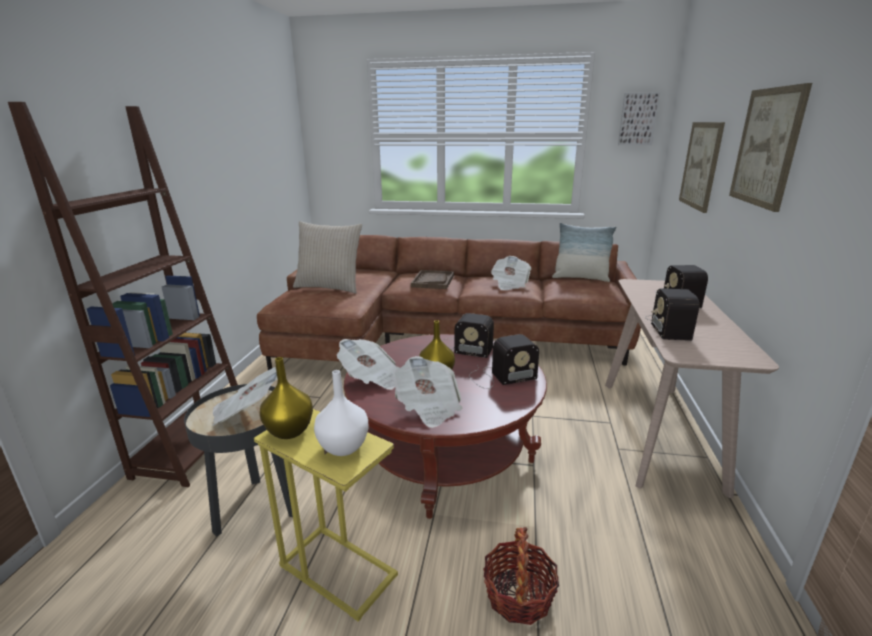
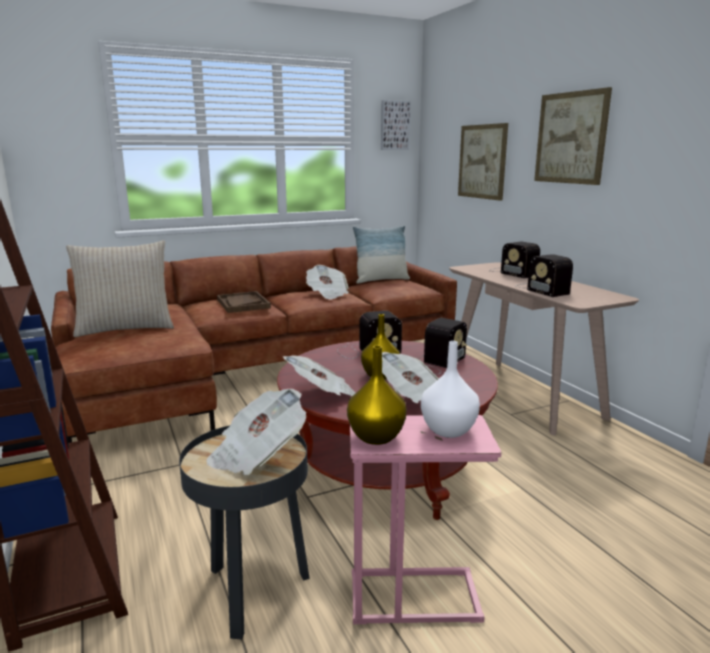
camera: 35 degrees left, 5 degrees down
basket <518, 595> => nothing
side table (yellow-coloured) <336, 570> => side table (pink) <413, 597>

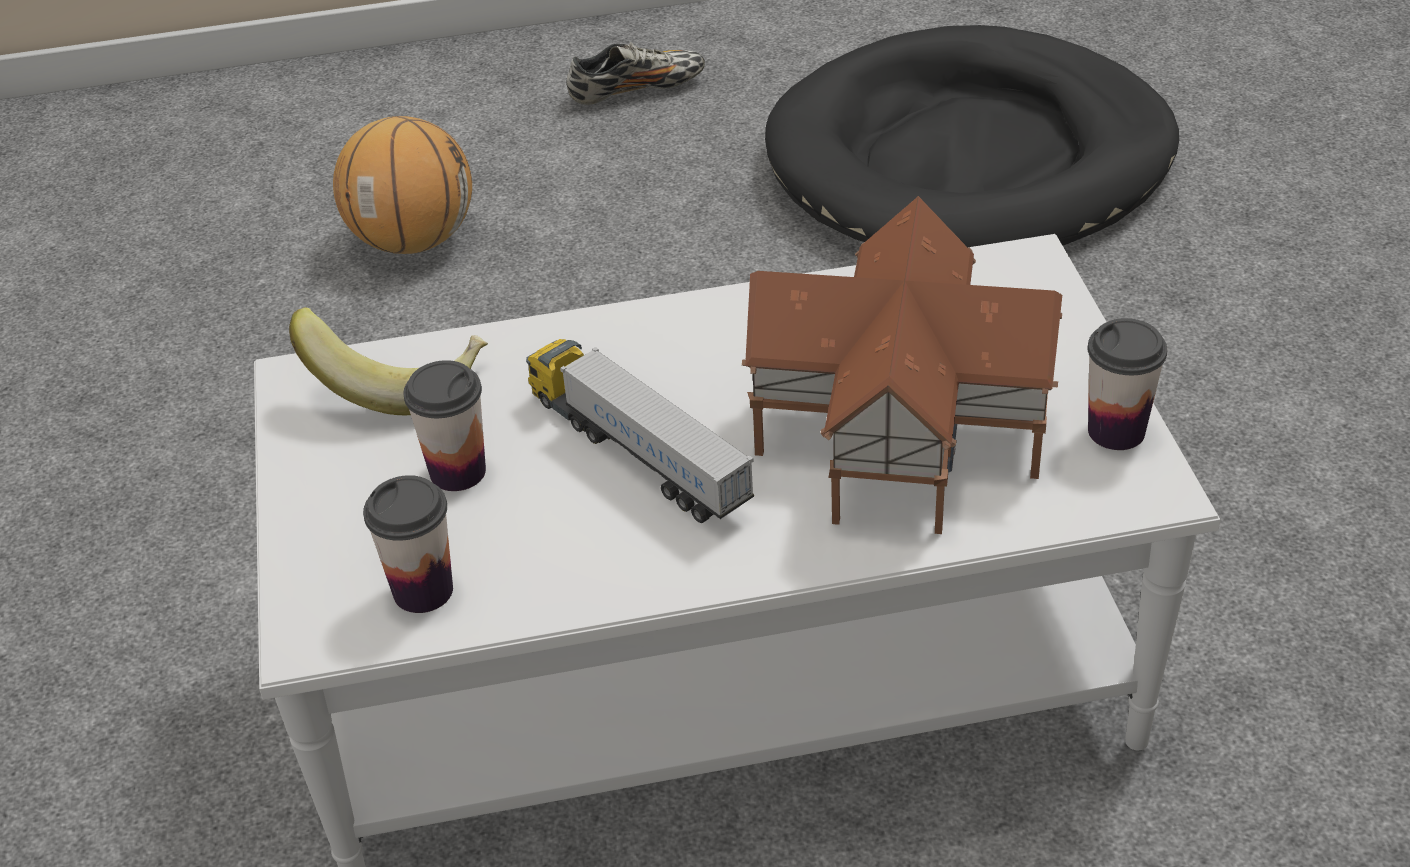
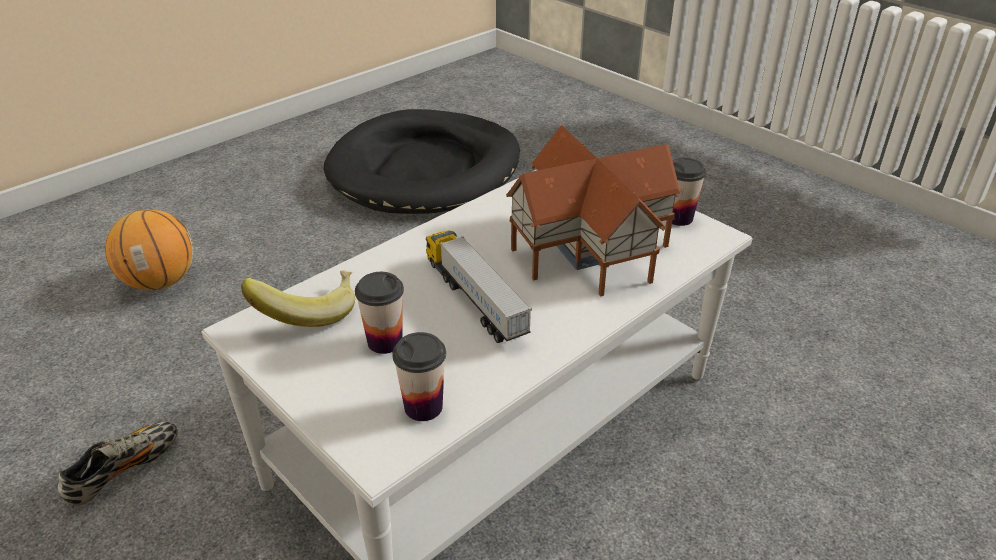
camera: 35 degrees left, 5 degrees down
shoe <637, 90> => shoe <124, 471>, moved
toy lorry <637, 454> => toy lorry <474, 299>, 45 degrees clockwise

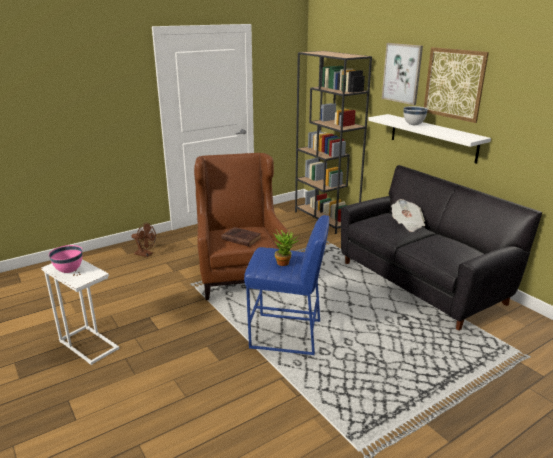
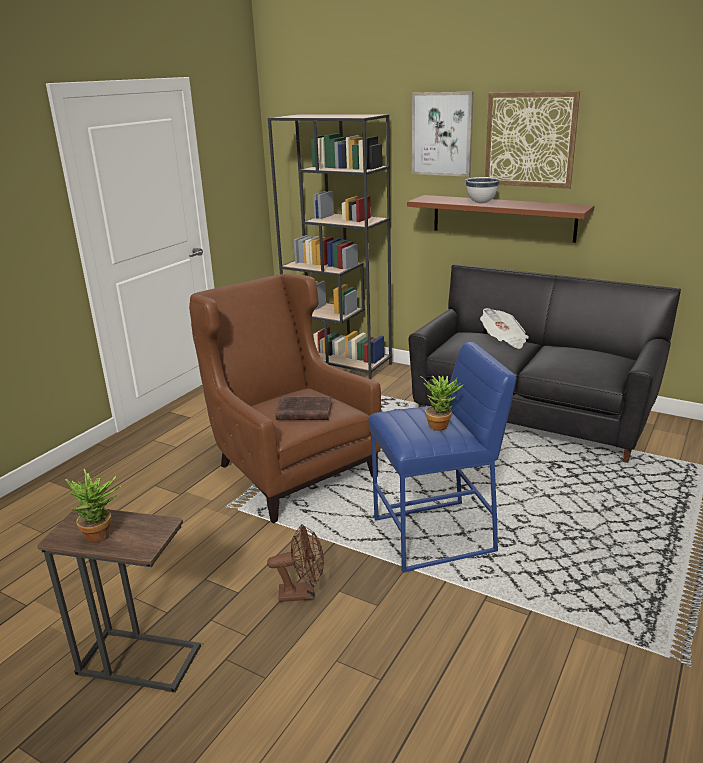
camera: 25 degrees left, 0 degrees up
cooling fan (brown-coloured) <146, 254> => cooling fan (brown-coloured) <303, 593>, moved
deep dish (pink) <69, 271> => houseplant <103, 535>
side table (white) <88, 345> => side table (brown-coloured) <138, 661>
bracket shelf (white) <432, 137> => bracket shelf (brown-coloured) <503, 218>

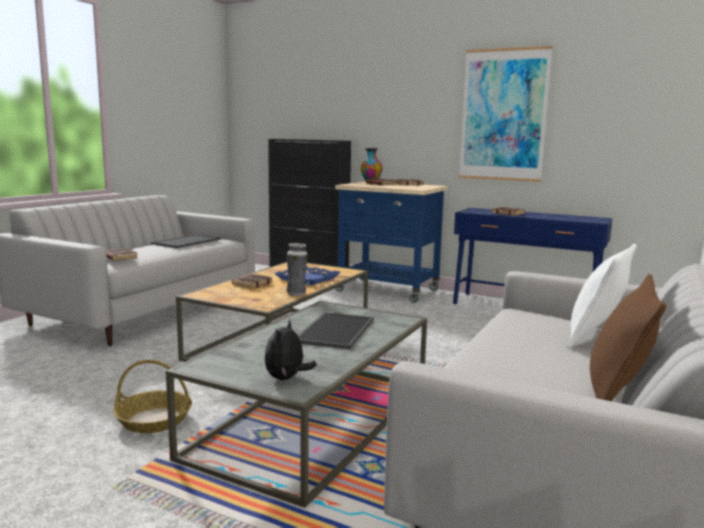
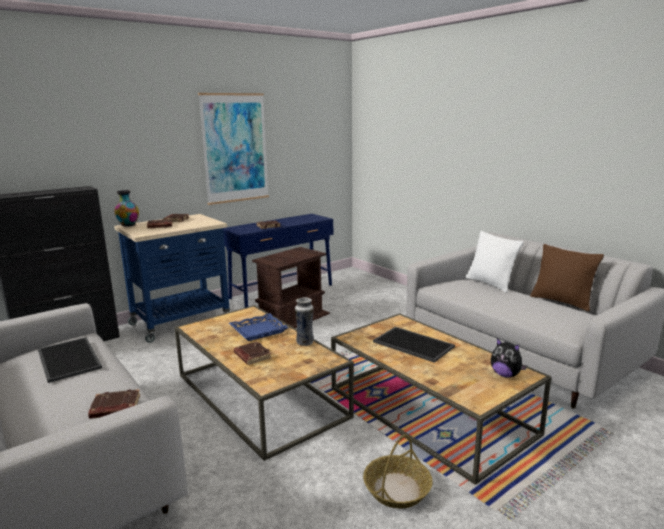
camera: 65 degrees left, 5 degrees up
nothing => side table (brown-coloured) <291, 318>
lounge table (gray) <314, 421> => lounge table (brown-coloured) <429, 411>

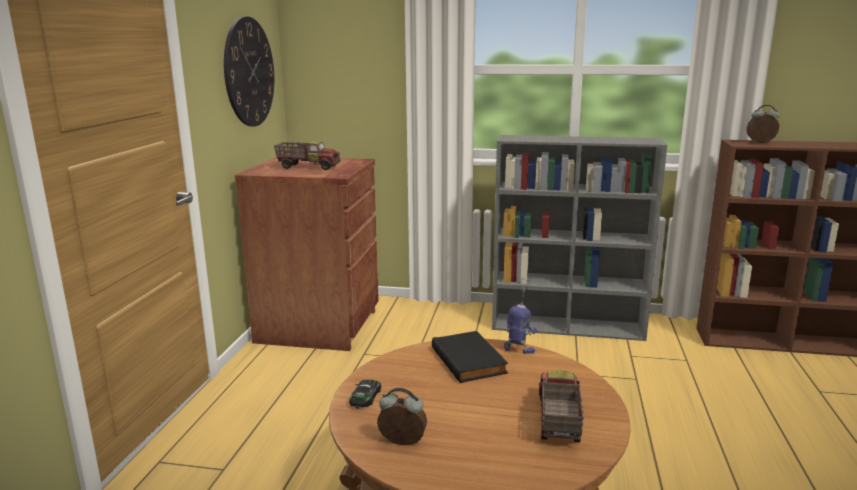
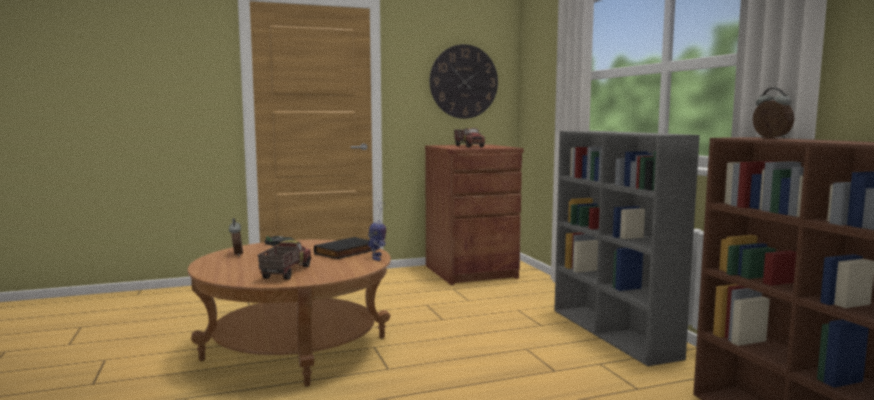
camera: 60 degrees right, 10 degrees down
toy lorry <558, 420> => toy lorry <285, 273>, 60 degrees counterclockwise

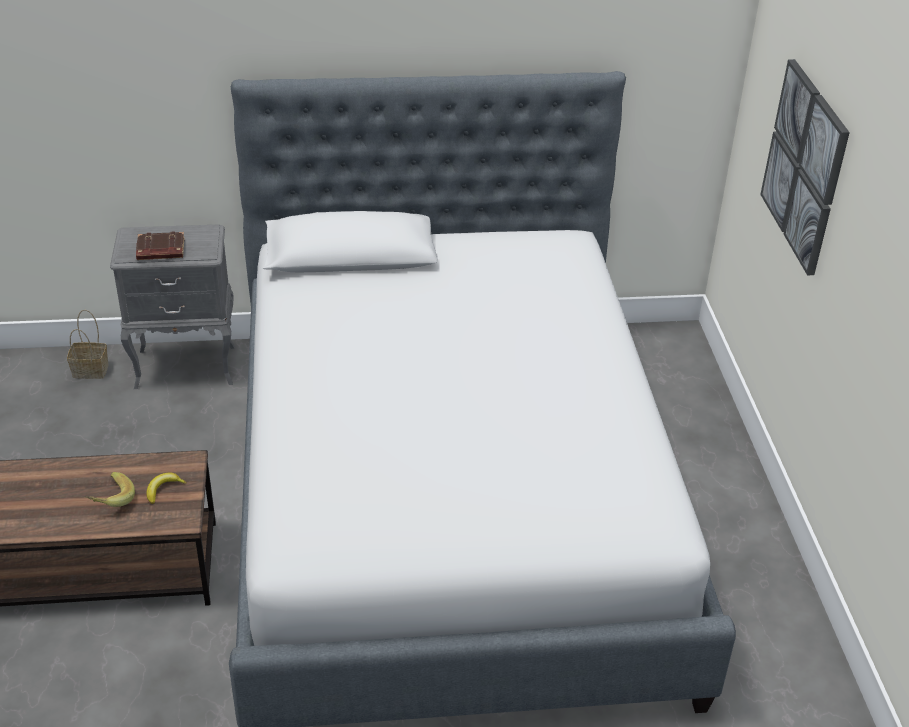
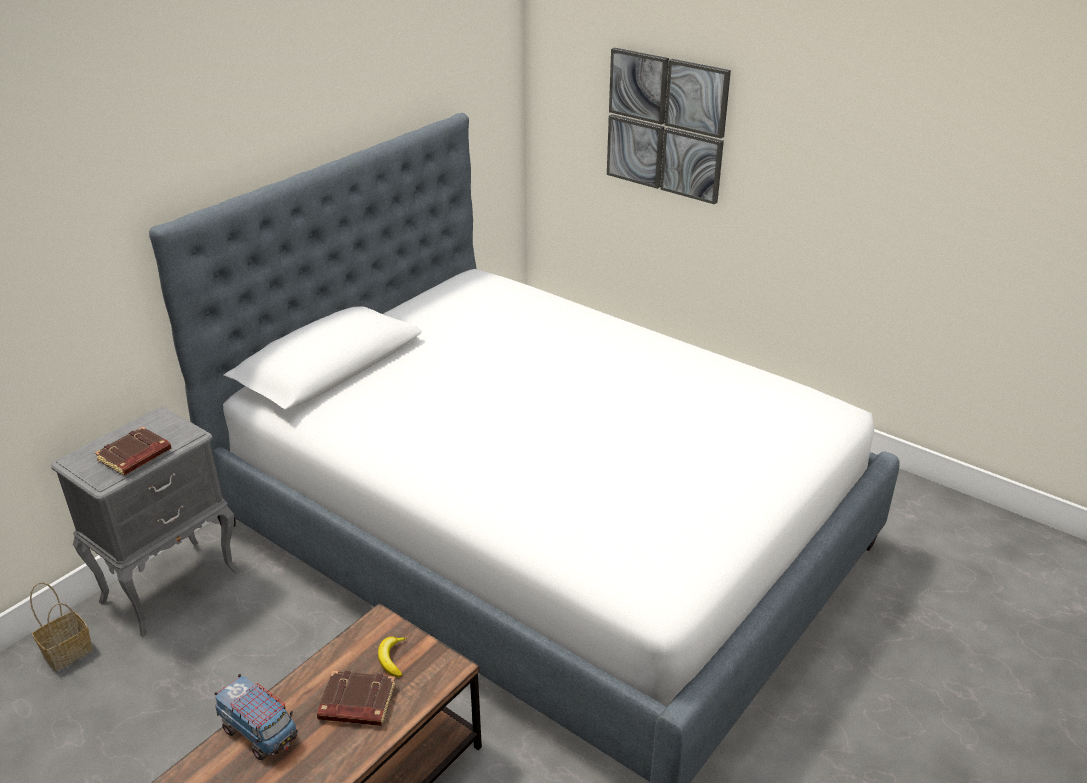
camera: 45 degrees left, 5 degrees down
nothing => toy lorry <260, 733>
banana fruit <109, 500> => book (brown-coloured) <356, 704>

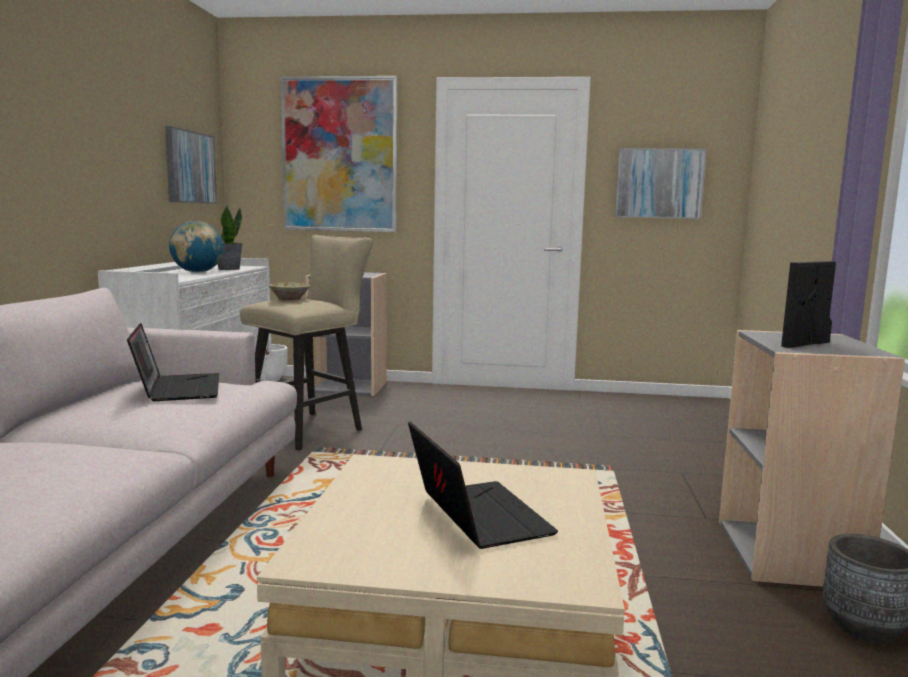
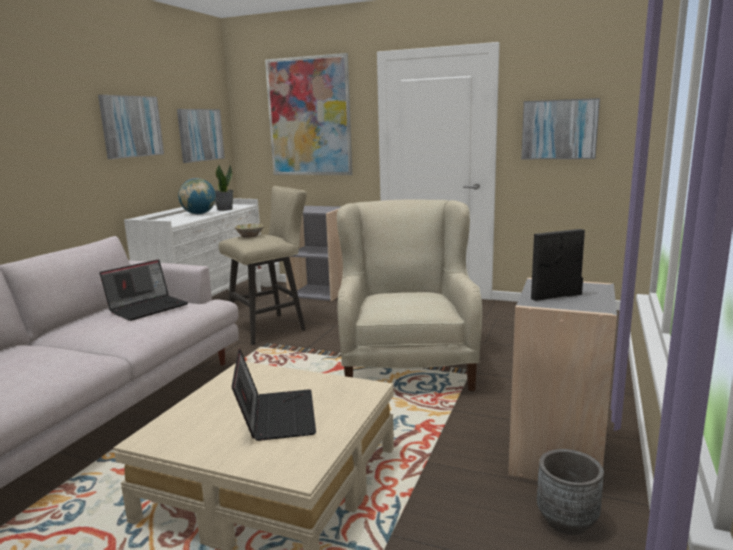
camera: 15 degrees right, 5 degrees up
nothing => picture <131, 126>
nothing => lounge chair (beige-coloured) <406, 364>
portable computer <177, 388> => portable computer <148, 307>, 45 degrees clockwise

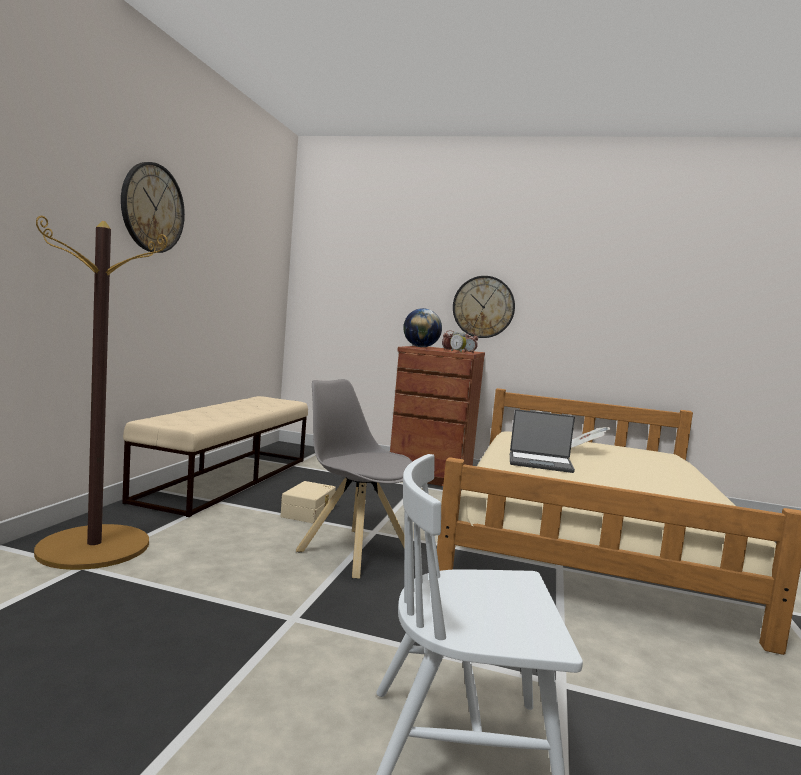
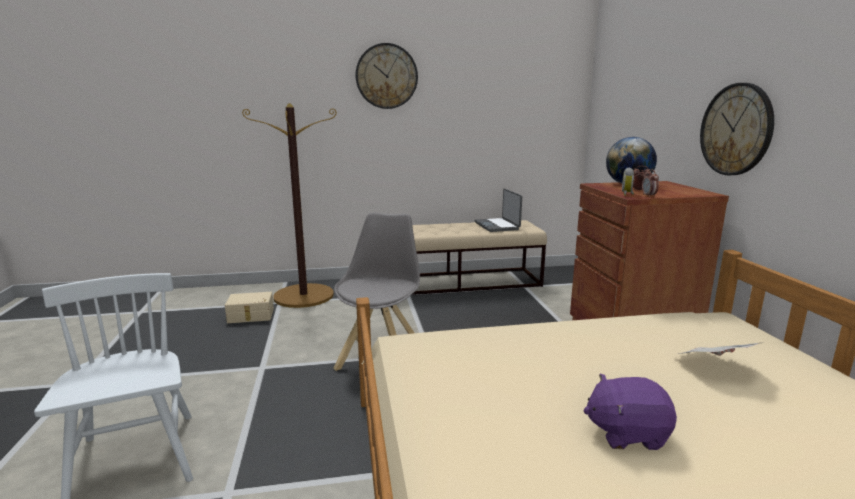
camera: 65 degrees right, 10 degrees up
nothing => cuddly toy (purplish) <626, 433>
storage box (beige-coloured) <309, 512> => storage box (beige-coloured) <251, 316>, moved
portable computer <540, 463> => portable computer <497, 226>, moved

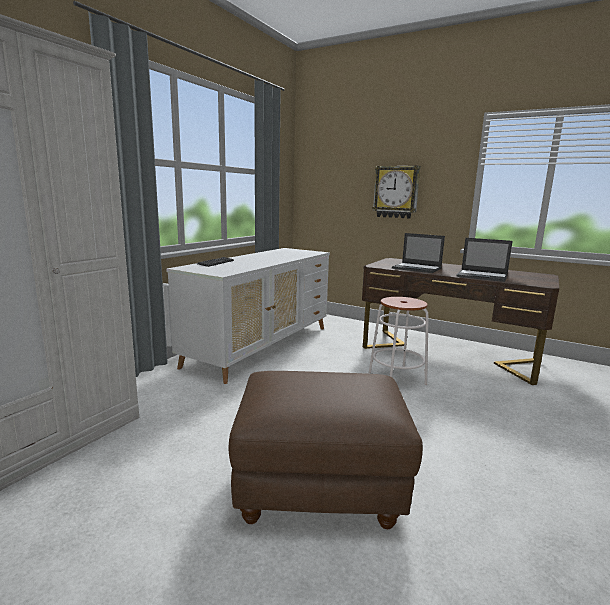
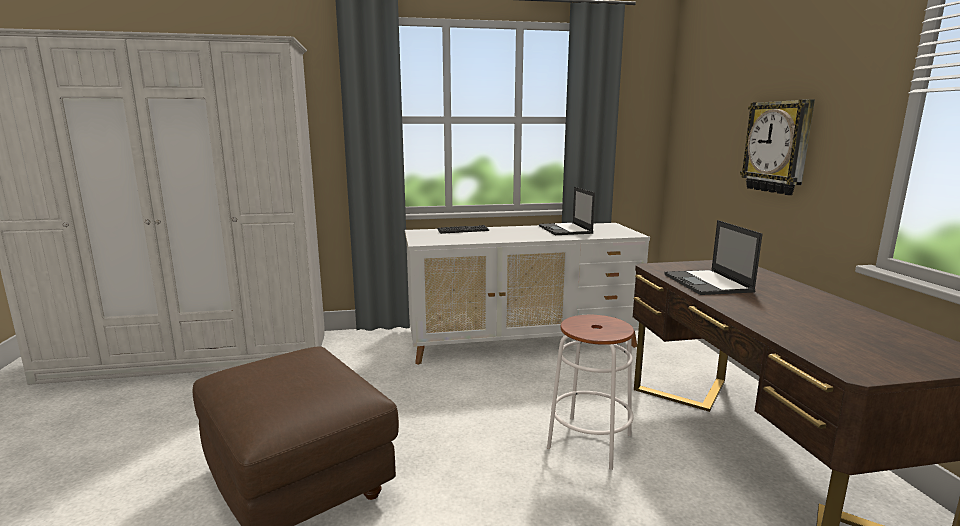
camera: 50 degrees right, 0 degrees up
portable computer <482, 276> => portable computer <565, 229>, moved

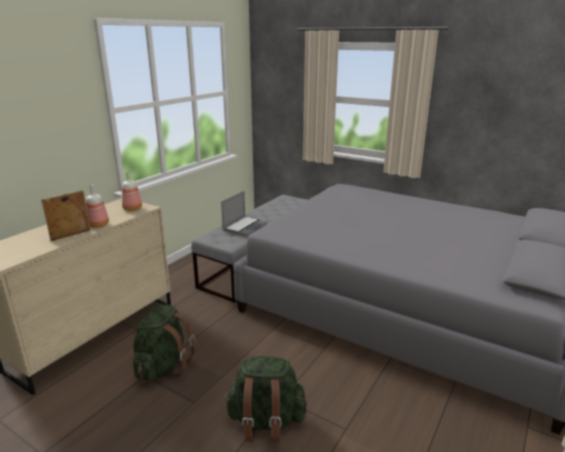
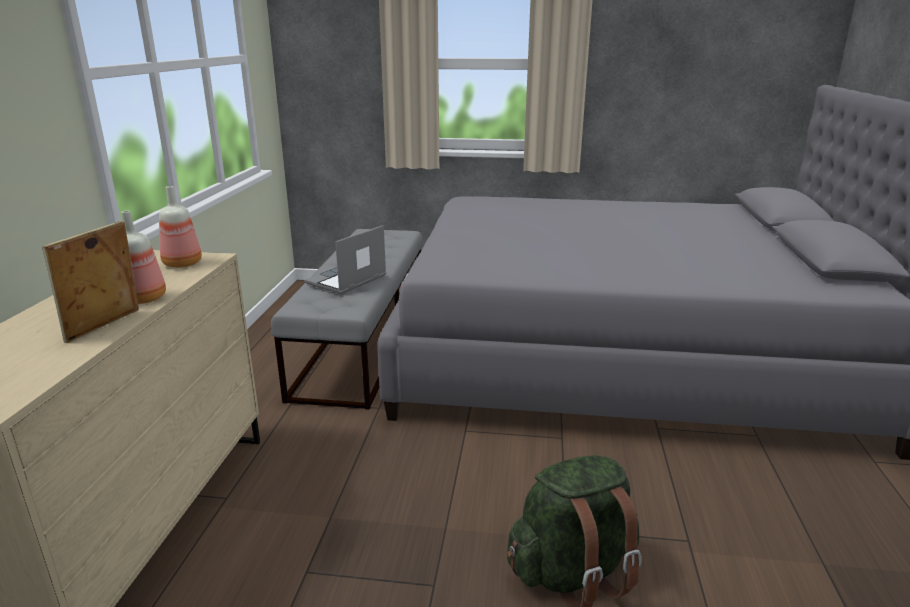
camera: 25 degrees left, 0 degrees up
knapsack (greenish) <163, 366> => nothing
portable computer <245, 227> => portable computer <346, 280>, 150 degrees counterclockwise

